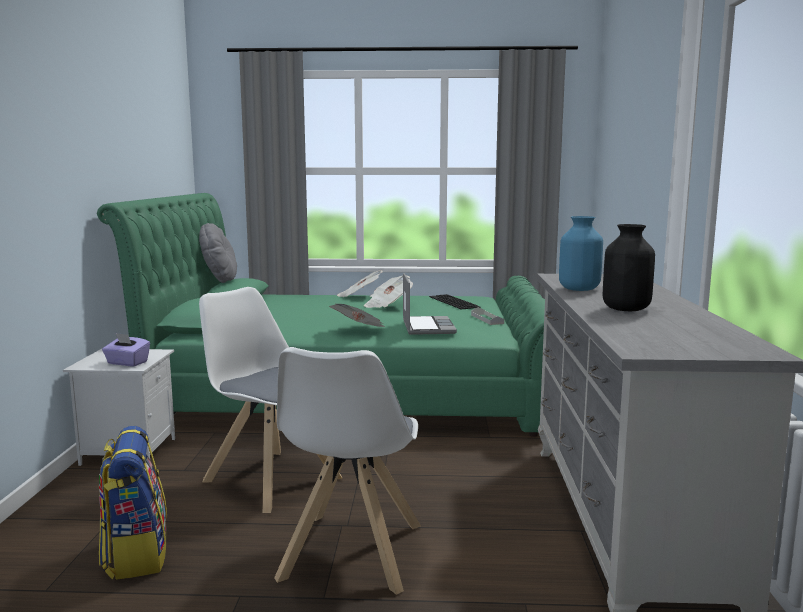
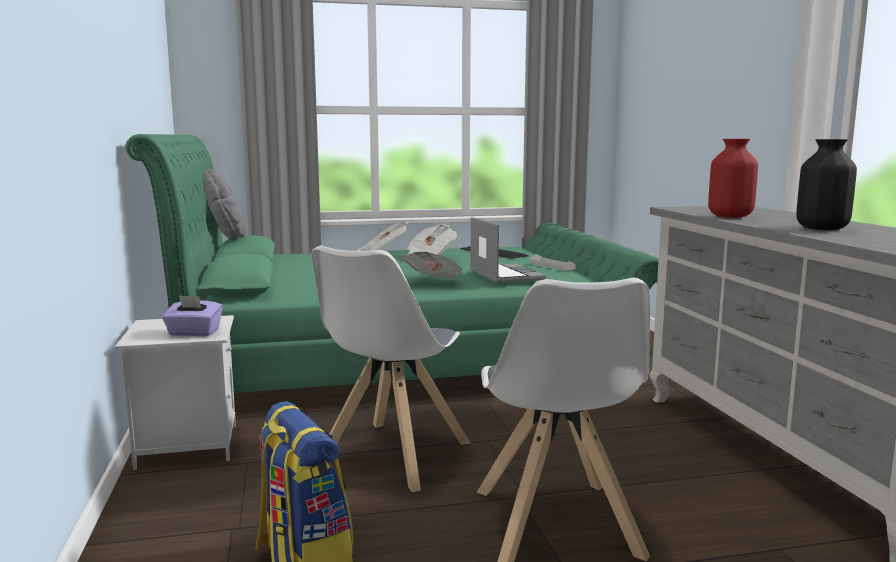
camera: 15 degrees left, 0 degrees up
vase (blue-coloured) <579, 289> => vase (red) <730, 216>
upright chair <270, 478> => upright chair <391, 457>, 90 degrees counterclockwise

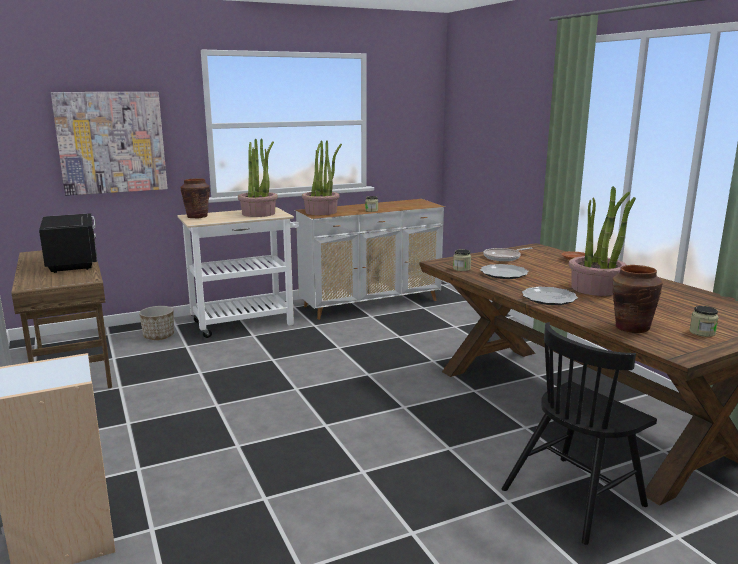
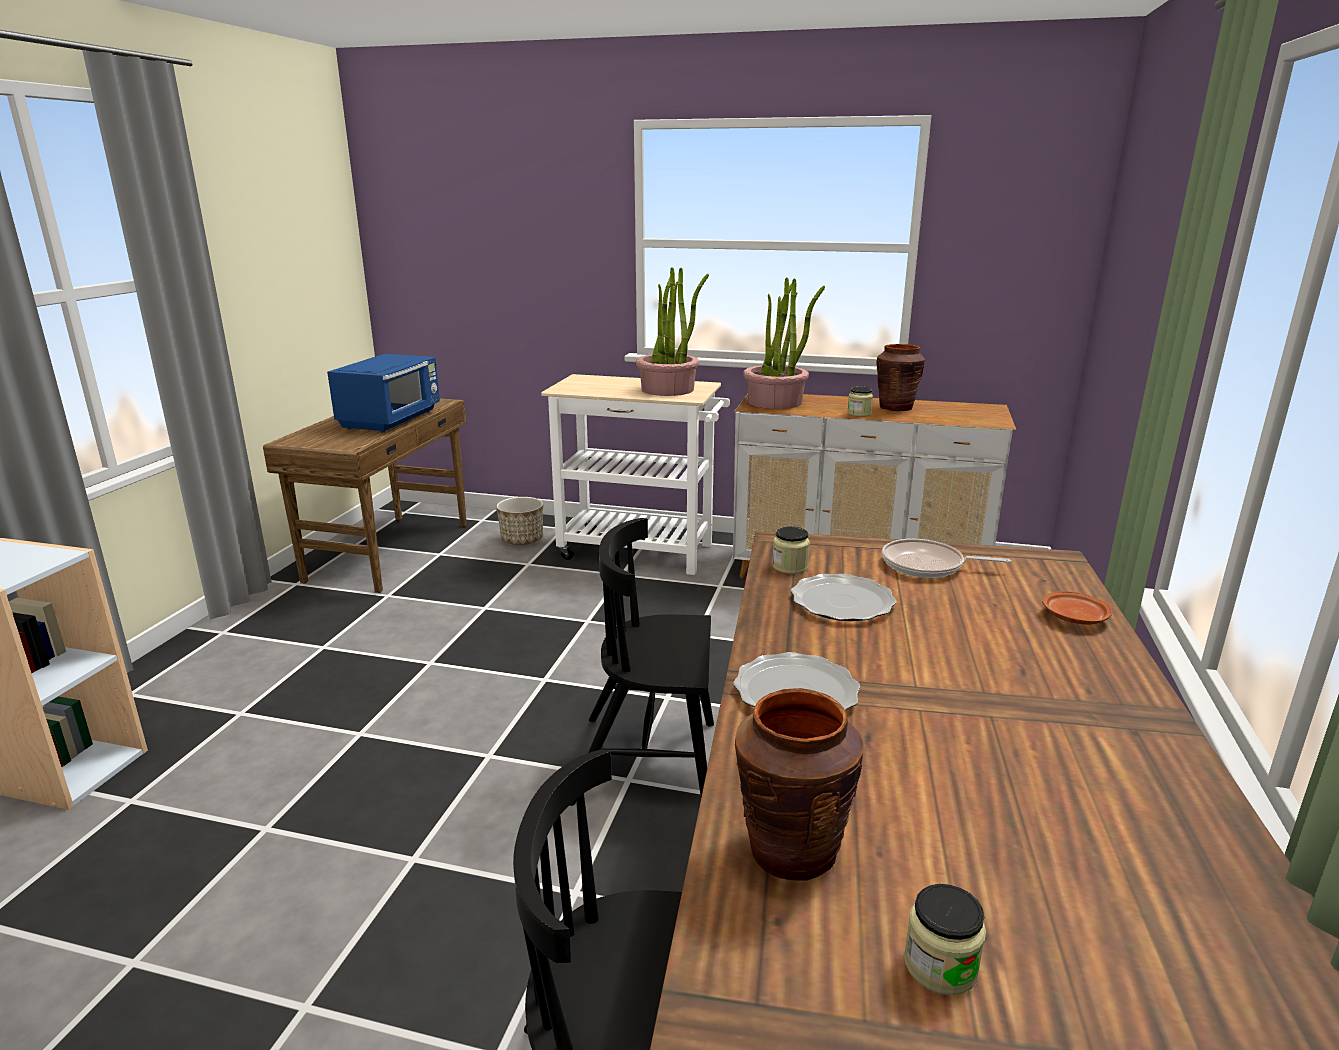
camera: 40 degrees right, 5 degrees up
picture <111, 142> => nothing
houseplant <595, 288> => nothing
nothing => upright chair (blackish) <656, 761>
vase (brown-coloured) <197, 217> => vase (brown-coloured) <896, 408>, moved
microwave oven (blackish) <73, 262> => microwave oven (blue-coloured) <392, 419>

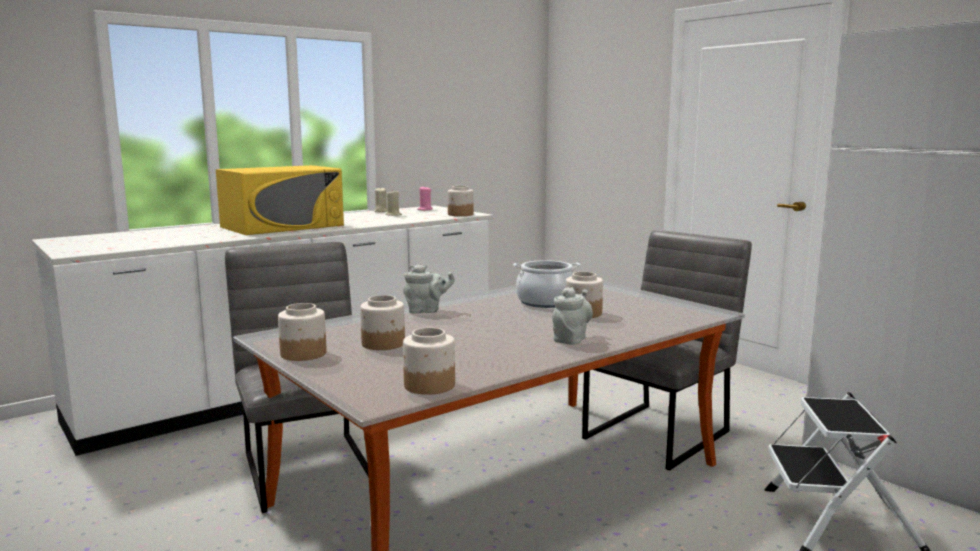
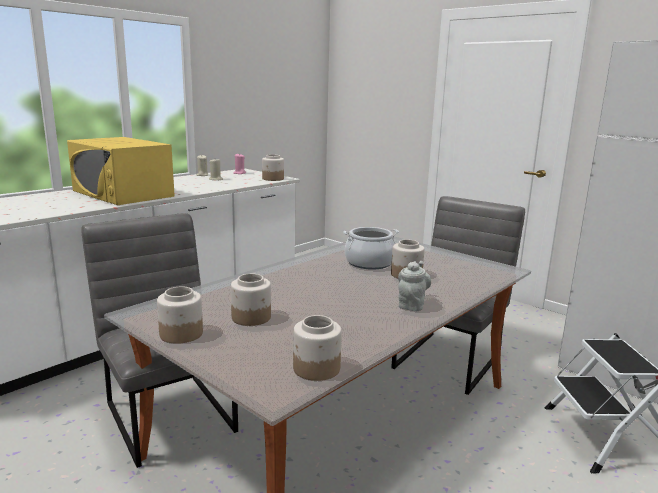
camera: 10 degrees left, 5 degrees up
tea pot (gray) <426, 311> => nothing
microwave oven (yellow-coloured) <283, 226> => microwave oven (yellow-coloured) <123, 193>, 90 degrees clockwise

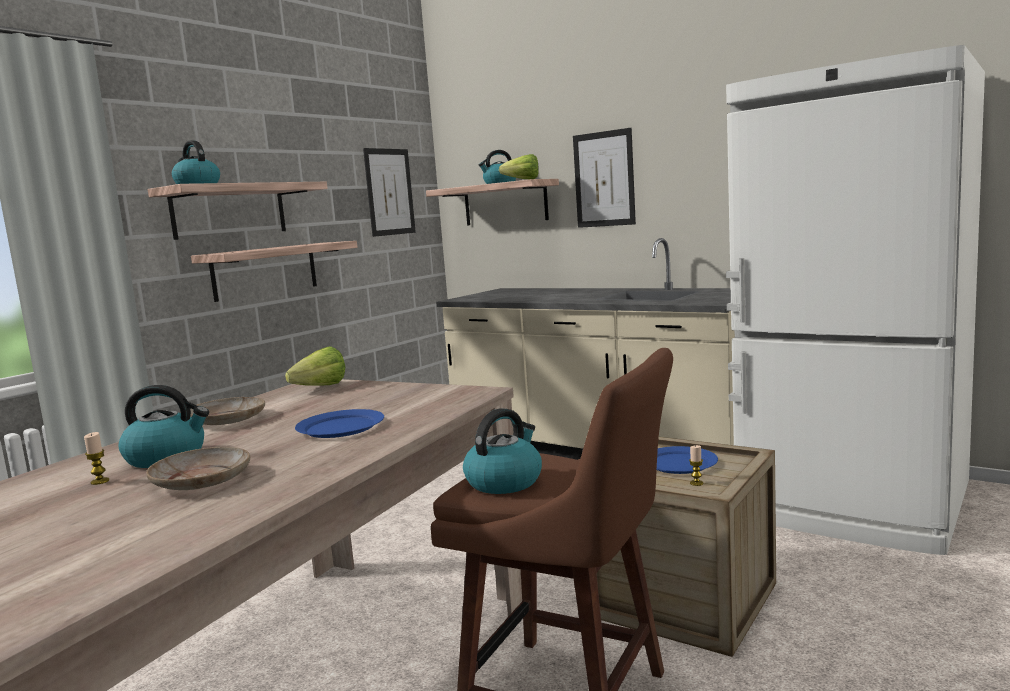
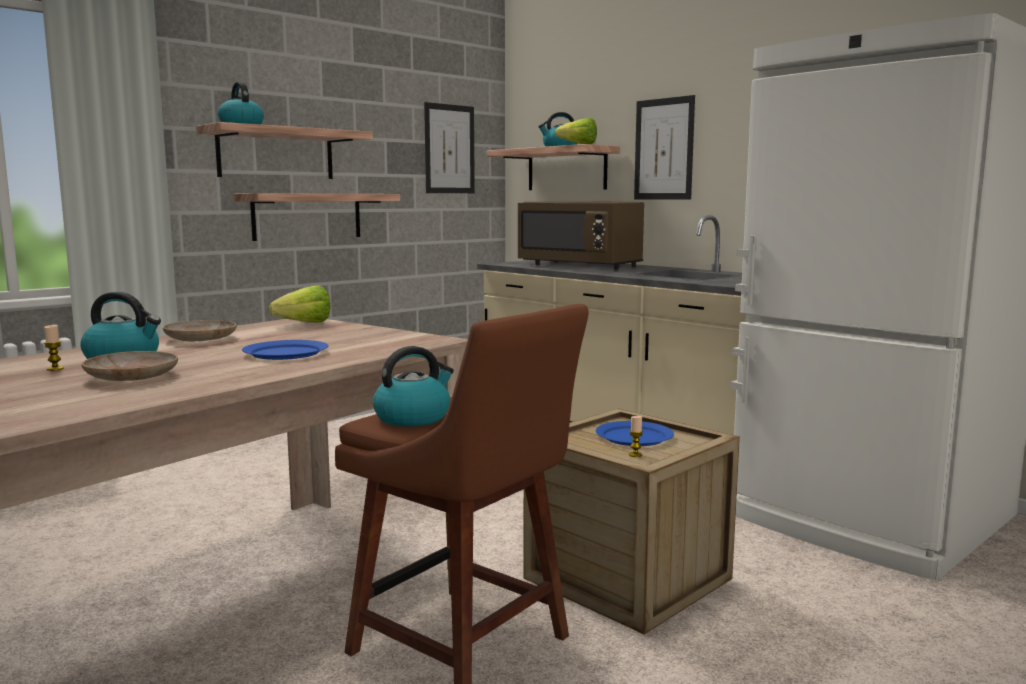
camera: 10 degrees right, 0 degrees up
nothing => microwave oven (brown-coloured) <580, 266>

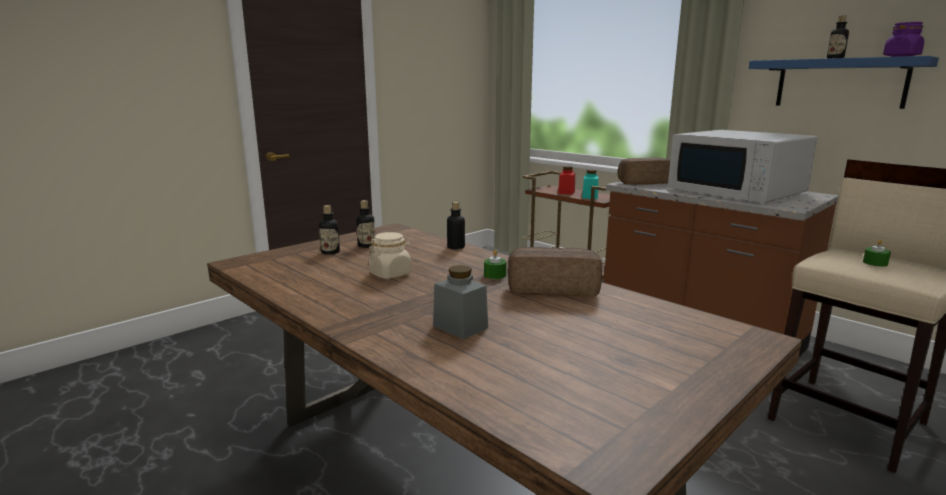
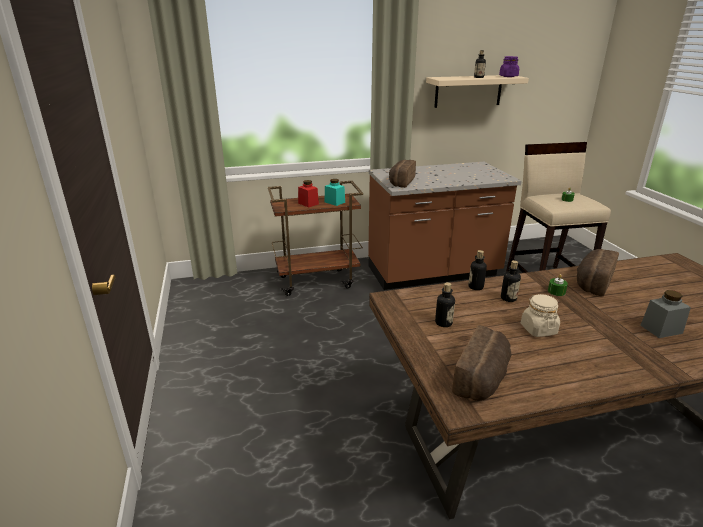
camera: 60 degrees left, 10 degrees up
microwave oven (white) <737, 191> => nothing
nothing => bread <483, 379>
bottle <330, 252> => bottle <508, 298>, moved
bracket shelf (blue-coloured) <840, 83> => bracket shelf (beige-coloured) <468, 91>

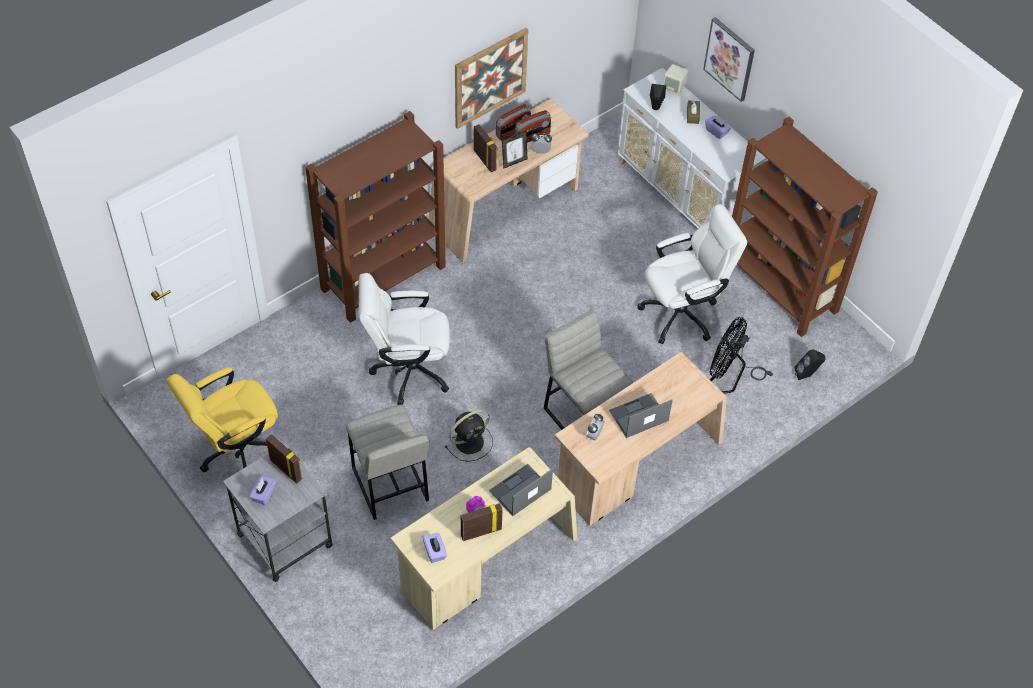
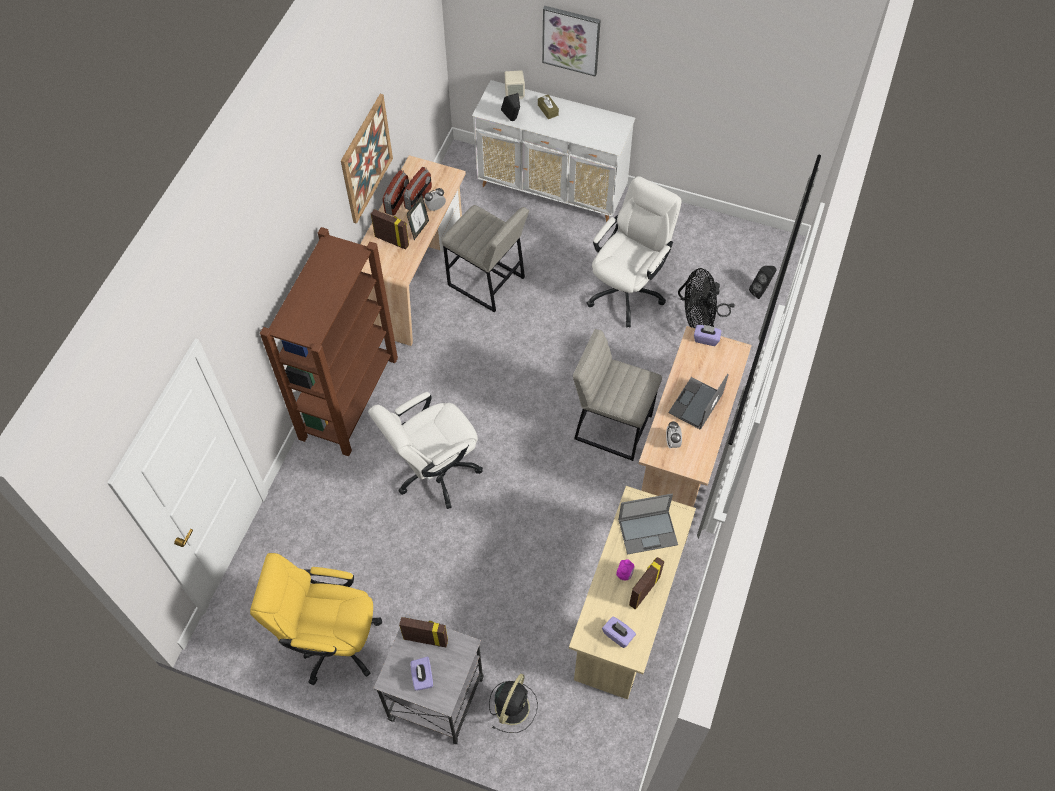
camera: 30 degrees left, 5 degrees up
bookshelf (brown-coloured) <780, 287> => nothing
upright chair (gray) <391, 486> => upright chair (gray) <488, 282>, moved
cooling fan (blackish) <470, 441> => cooling fan (blackish) <513, 706>, moved
box of tissues (purplish) <716, 131> => box of tissues (purplish) <706, 339>, moved
office chair (yellow-coloured) <237, 453> => office chair (yellow-coloured) <331, 641>, 75 degrees clockwise
portable computer <520, 491> => portable computer <648, 531>, 120 degrees counterclockwise

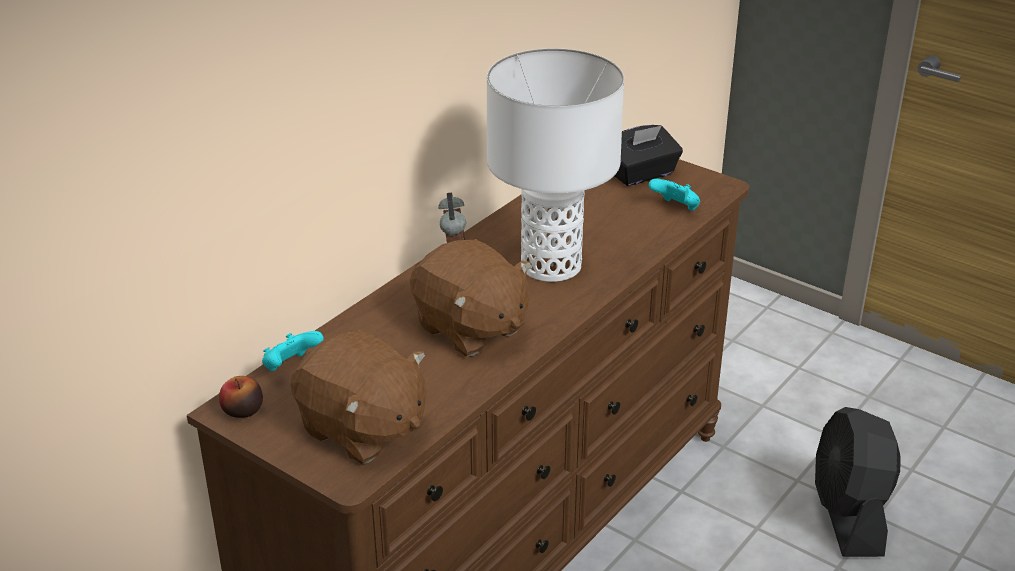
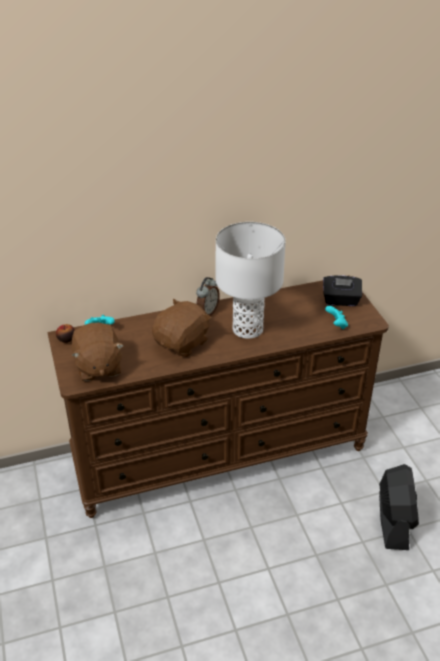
camera: 35 degrees right, 5 degrees up
cuddly toy (brown-coloured) <470, 329> => cuddly toy (brown-coloured) <183, 343>, 135 degrees counterclockwise
cooling fan (blackish) <848, 515> => cooling fan (blackish) <393, 521>, 150 degrees clockwise

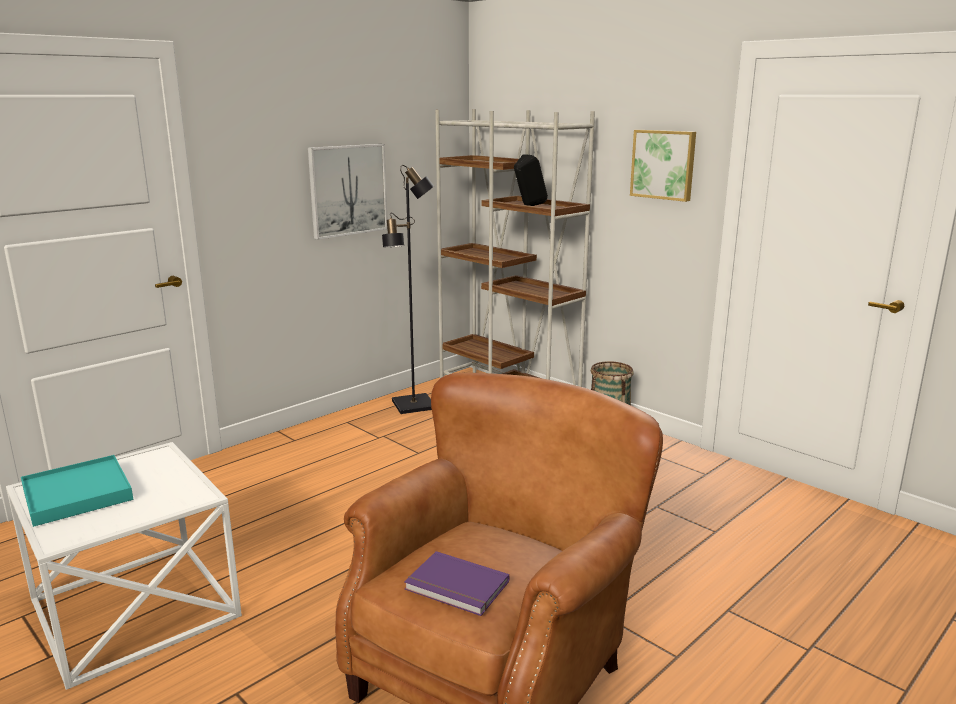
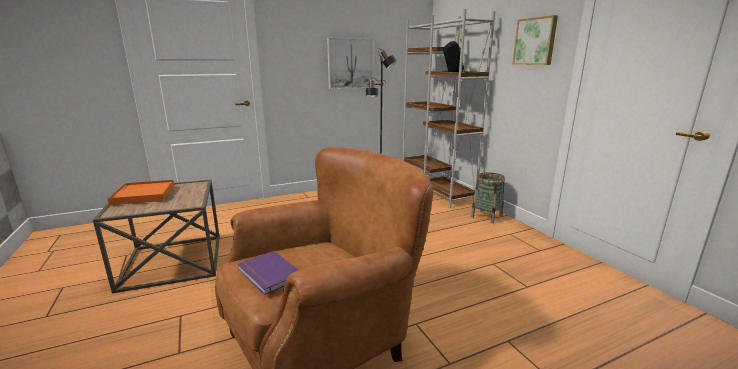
camera: 20 degrees right, 0 degrees up
side table (white) <133, 608> => side table (brown-coloured) <172, 261>
tray (blue-green) <77, 494> => tray (orange) <144, 195>

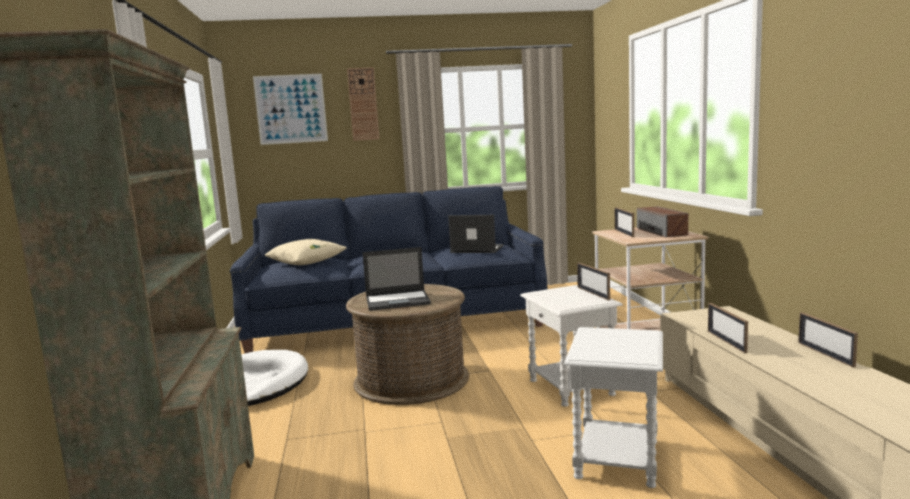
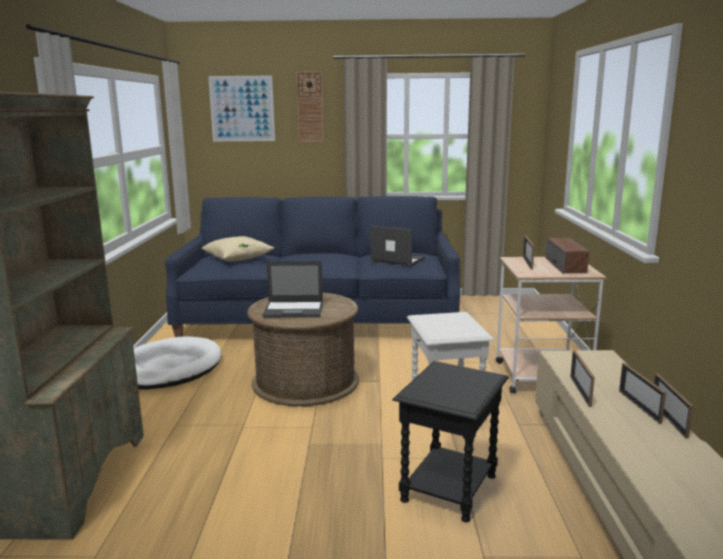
camera: 10 degrees right, 5 degrees up
photo frame <593, 293> => photo frame <639, 406>, moved
side table (white) <619, 458> => side table (blackish) <450, 488>

